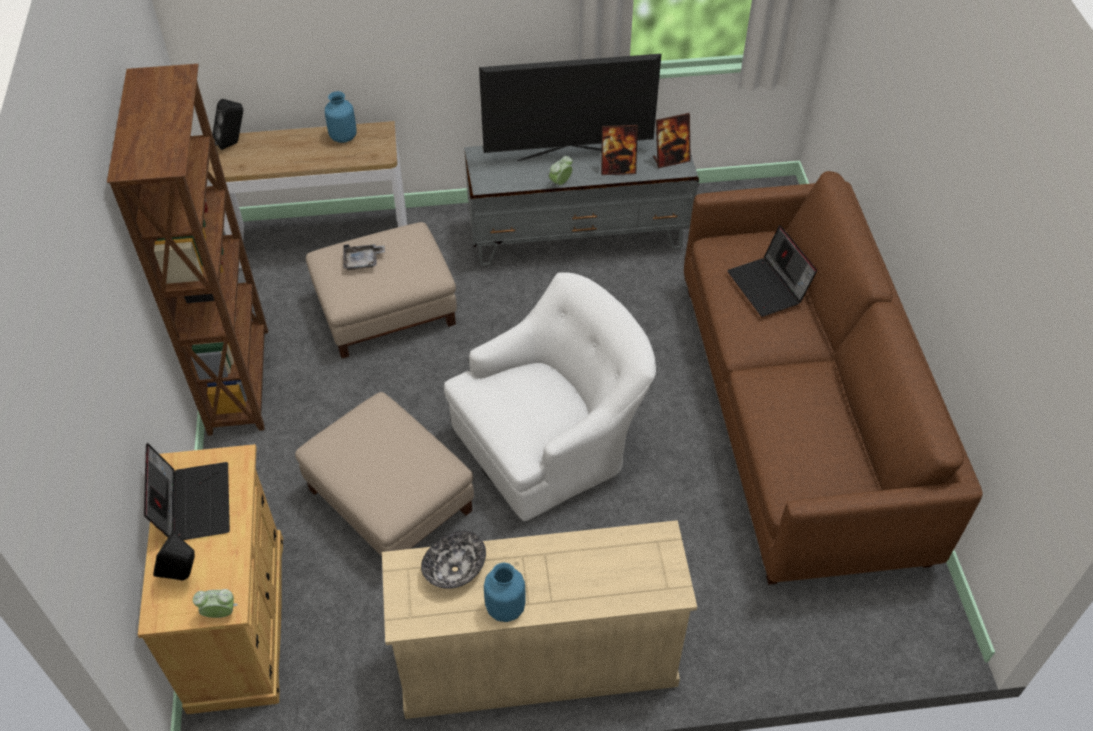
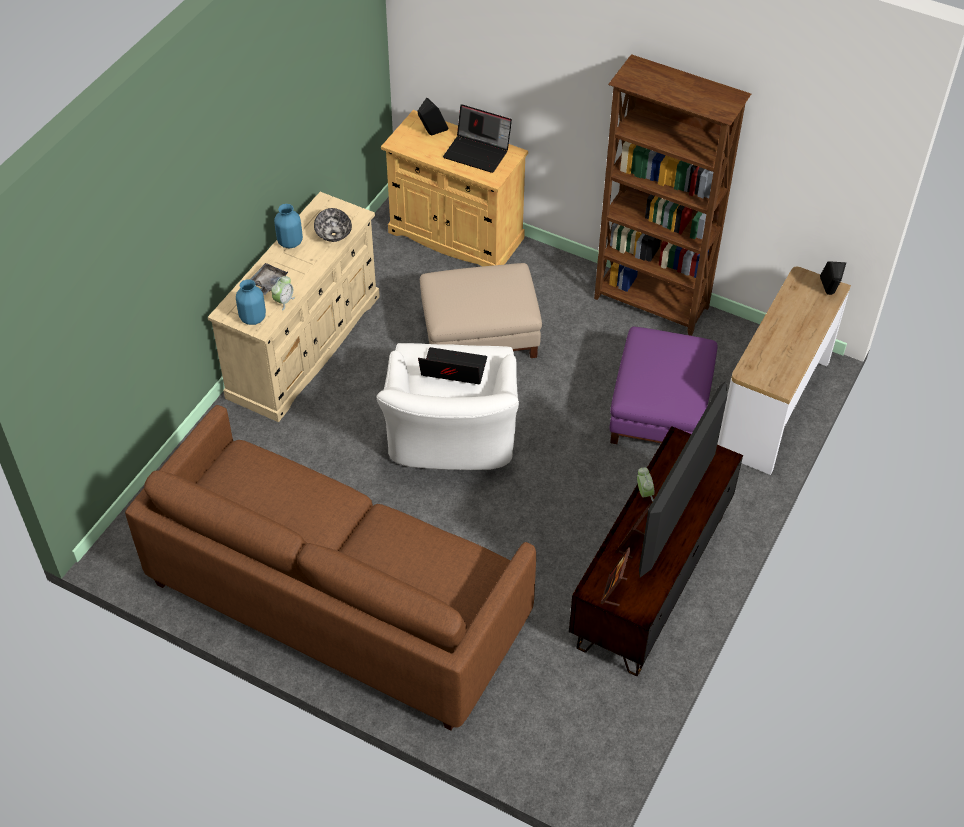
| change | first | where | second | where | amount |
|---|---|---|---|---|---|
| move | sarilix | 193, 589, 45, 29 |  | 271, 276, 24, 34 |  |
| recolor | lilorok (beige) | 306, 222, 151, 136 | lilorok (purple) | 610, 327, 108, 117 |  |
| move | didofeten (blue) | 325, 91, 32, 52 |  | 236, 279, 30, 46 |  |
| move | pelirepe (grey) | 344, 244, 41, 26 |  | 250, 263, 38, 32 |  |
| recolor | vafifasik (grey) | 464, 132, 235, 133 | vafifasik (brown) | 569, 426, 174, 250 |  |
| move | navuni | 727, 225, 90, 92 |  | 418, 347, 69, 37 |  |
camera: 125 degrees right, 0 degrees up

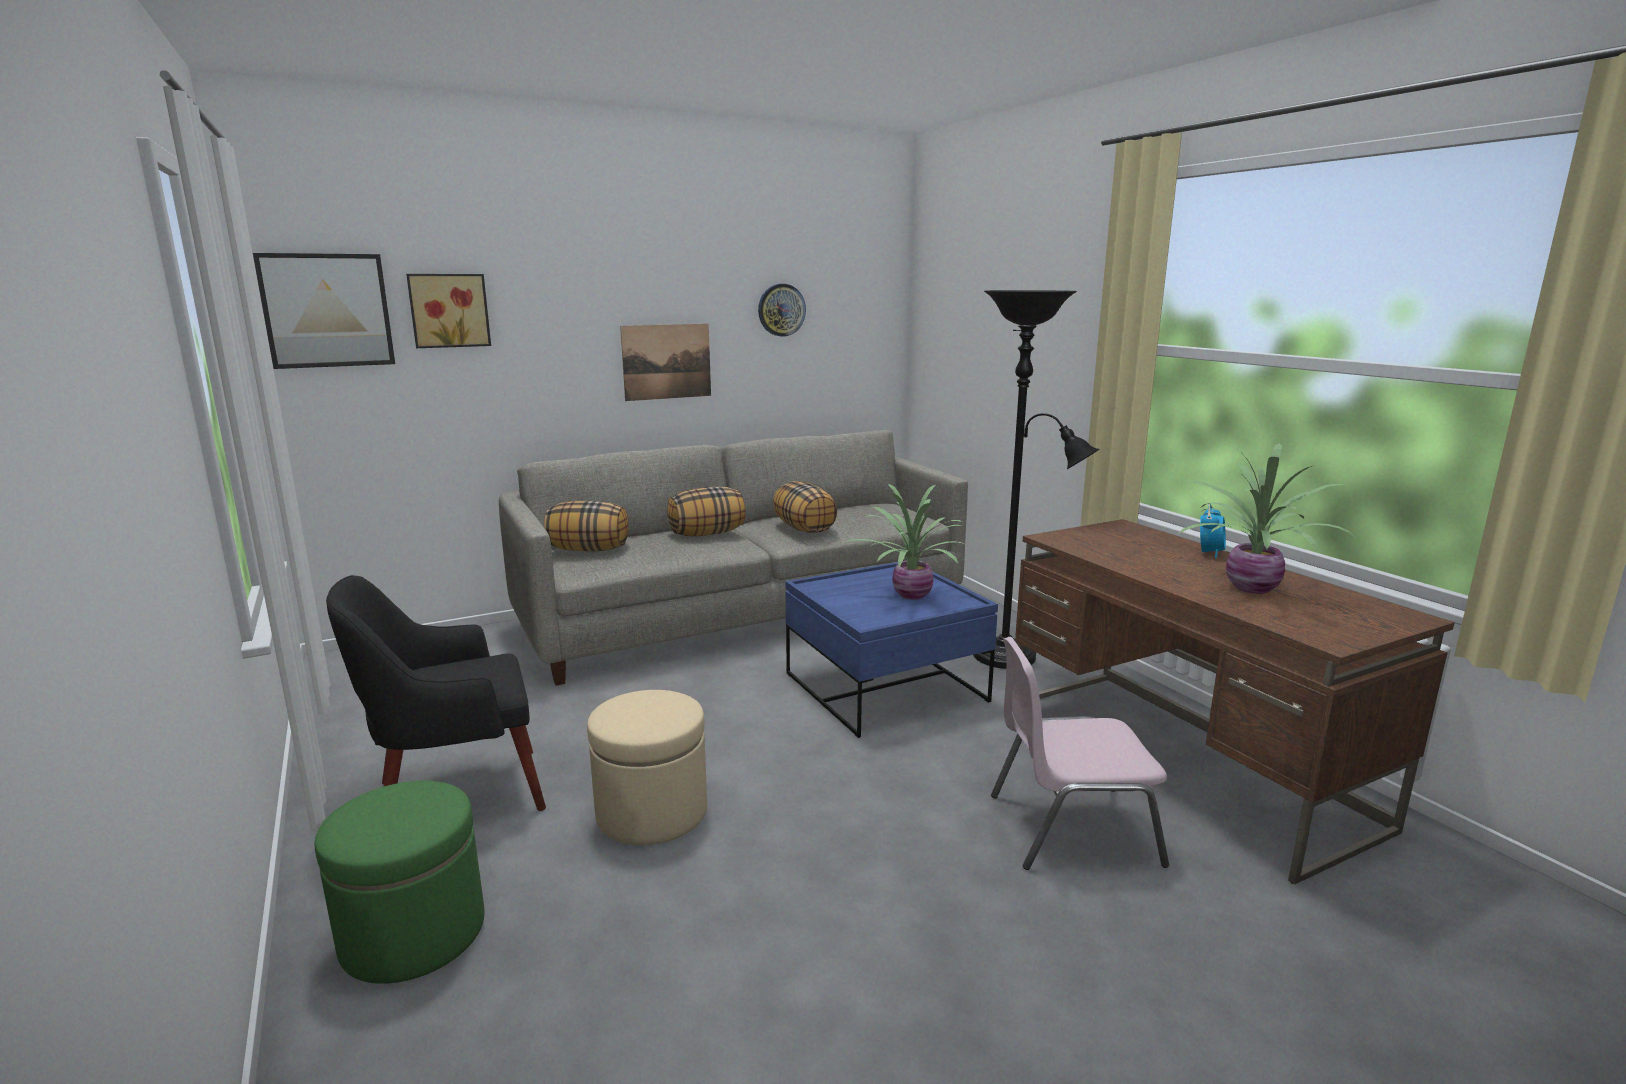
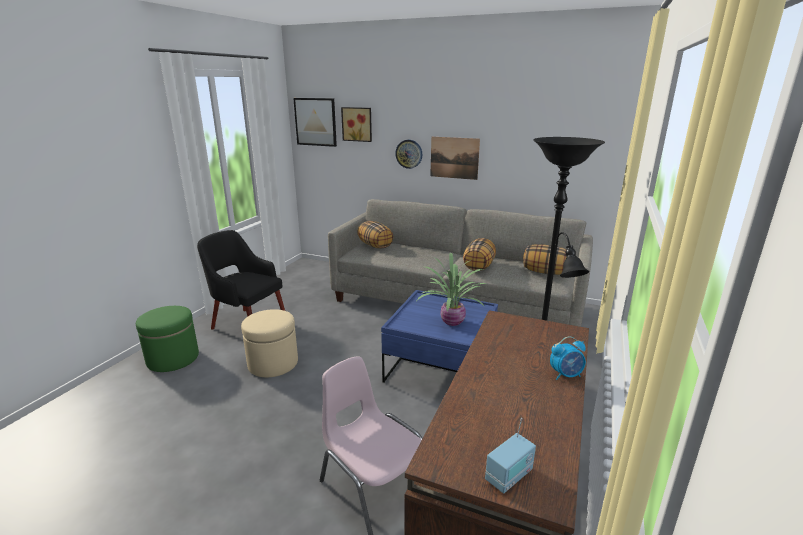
| change | first | where | second | where | amount |
|---|---|---|---|---|---|
| move | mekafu | 667, 487, 78, 49 |  | 523, 244, 44, 31 |  |
| move | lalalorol | 758, 284, 48, 53 |  | 395, 140, 27, 29 |  |
| delete | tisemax | 1178, 444, 178, 150 |  |  |  |
| insert |  |  | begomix | 485, 418, 51, 76 |  |
camera: 50 degrees right, 5 degrees up

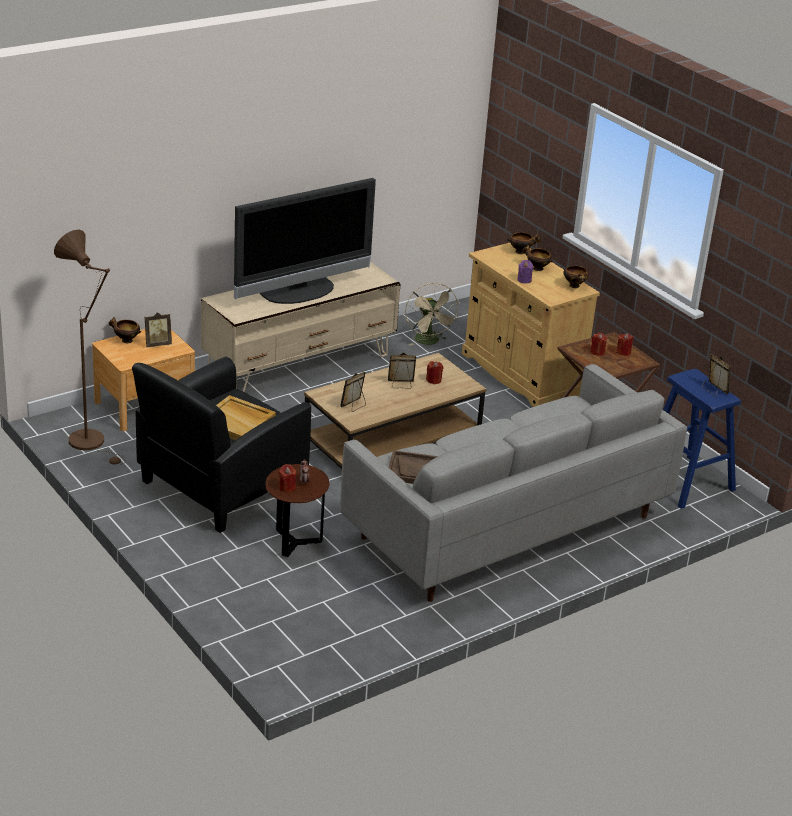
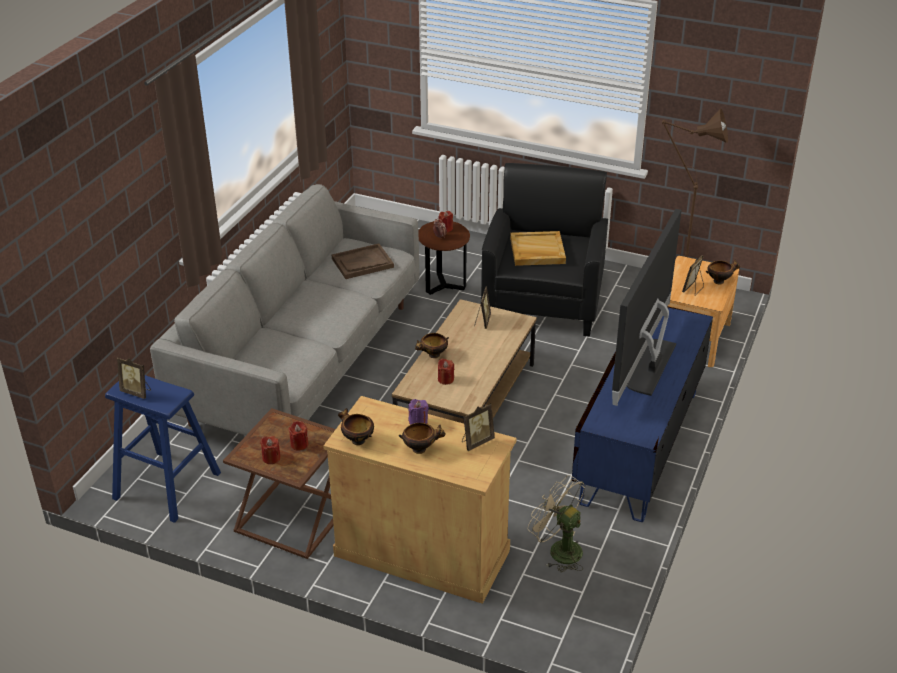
| change | first | where | second | where | amount |
|---|---|---|---|---|---|
| recolor | vafifasik (beige) | 201, 262, 199, 129 | vafifasik (blue) | 572, 306, 141, 216 |  |
| move | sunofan | 388, 352, 28, 37 |  | 462, 403, 33, 48 |  |
| move | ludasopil | 507, 232, 34, 22 |  | 415, 333, 34, 25 |  |
camera: 150 degrees right, 5 degrees up

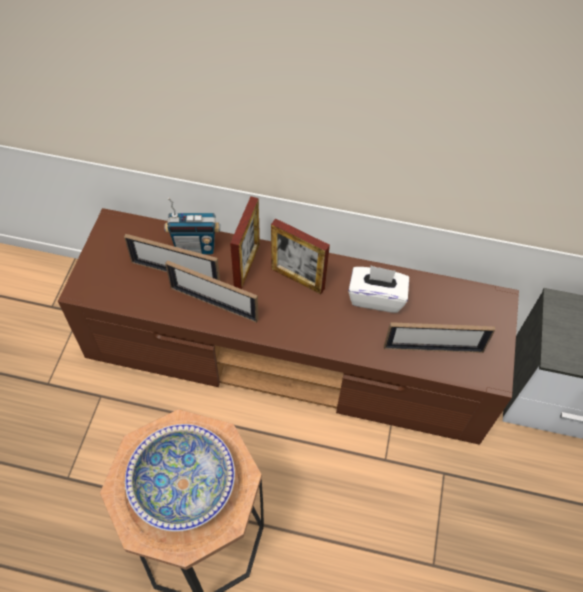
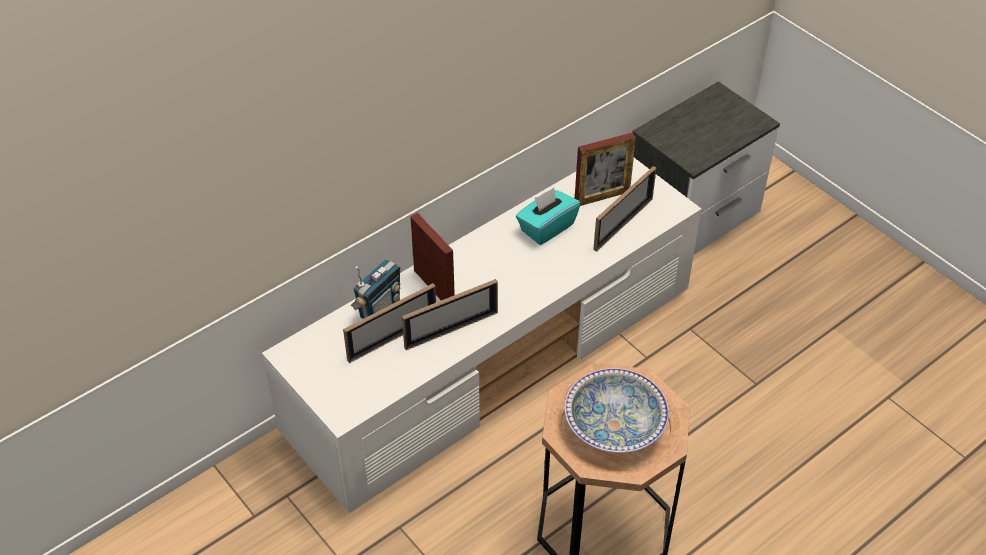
| change | first | where | second | where | amount |
|---|---|---|---|---|---|
| recolor | vafifasik (brown) | 58, 208, 461, 237 | vafifasik (white) | 262, 158, 439, 355 |  |
| move | sunofan | 271, 218, 59, 76 |  | 575, 133, 61, 73 |  |
| recolor | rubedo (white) | 348, 265, 61, 48 | rubedo (turquoise) | 516, 188, 64, 57 |  |
camera: 50 degrees left, 10 degrees down

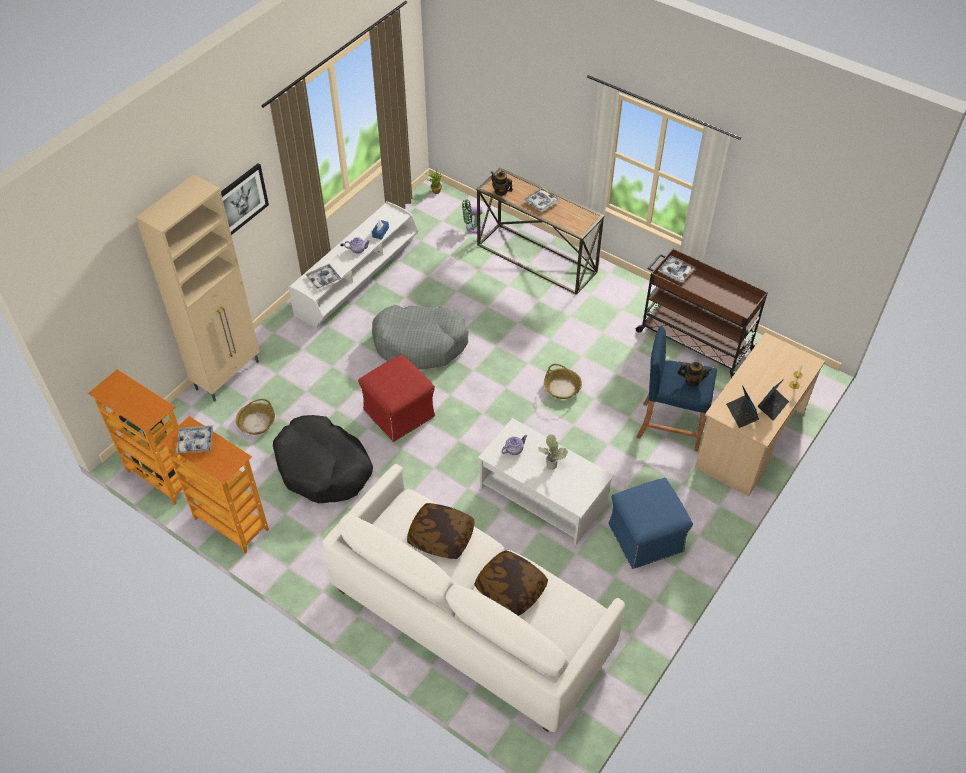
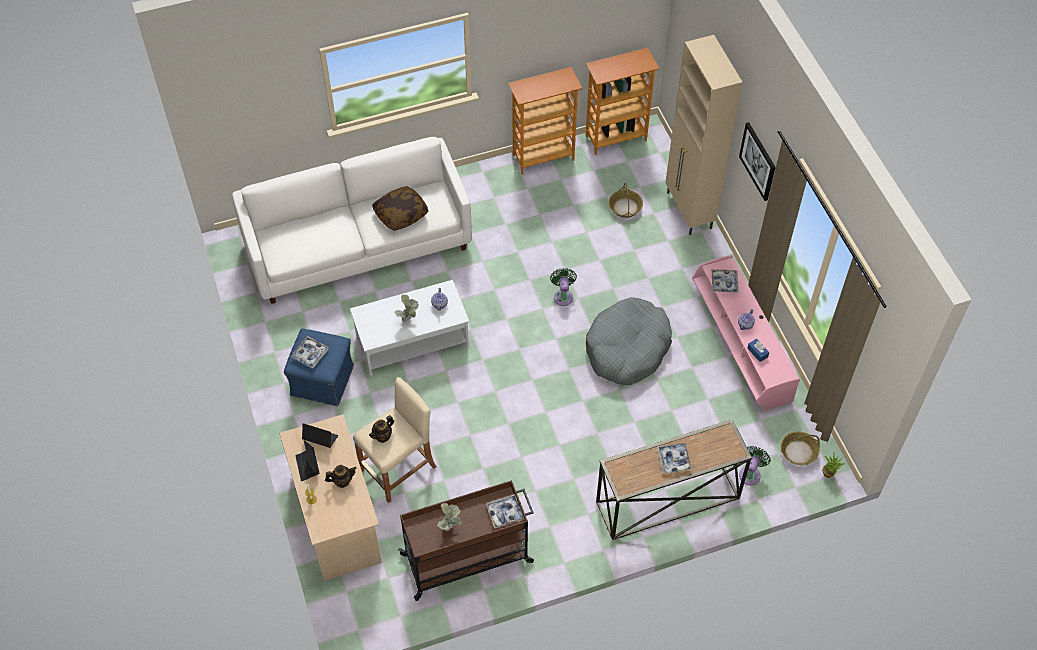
| change | first | where | second | where | amount |
|---|---|---|---|---|---|
| move | pelirepe | 176, 425, 37, 28 |  | 291, 336, 38, 33 |  |
| delete | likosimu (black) | 273, 415, 100, 88 |  |  |  |
| recolor | vafifasik (white) | 288, 201, 130, 127 | vafifasik (pink) | 692, 255, 108, 156 |  |
| replace | lilorok (red) | 358, 354, 77, 88 | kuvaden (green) | 550, 268, 27, 38 |  |
| delete | mekafu | 474, 550, 74, 66 |  |  |  |
| move | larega | 491, 171, 22, 25 |  | 325, 465, 32, 23 |  |
| move | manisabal | 544, 364, 38, 35 |  | 781, 431, 39, 34 |  |
| recolor | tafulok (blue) | 636, 326, 81, 126 | tafulok (beige) | 353, 377, 83, 126 |  |
| insert |  |  | tisemax | 437, 503, 24, 28 |  |
camera: 125 degrees right, 5 degrees up

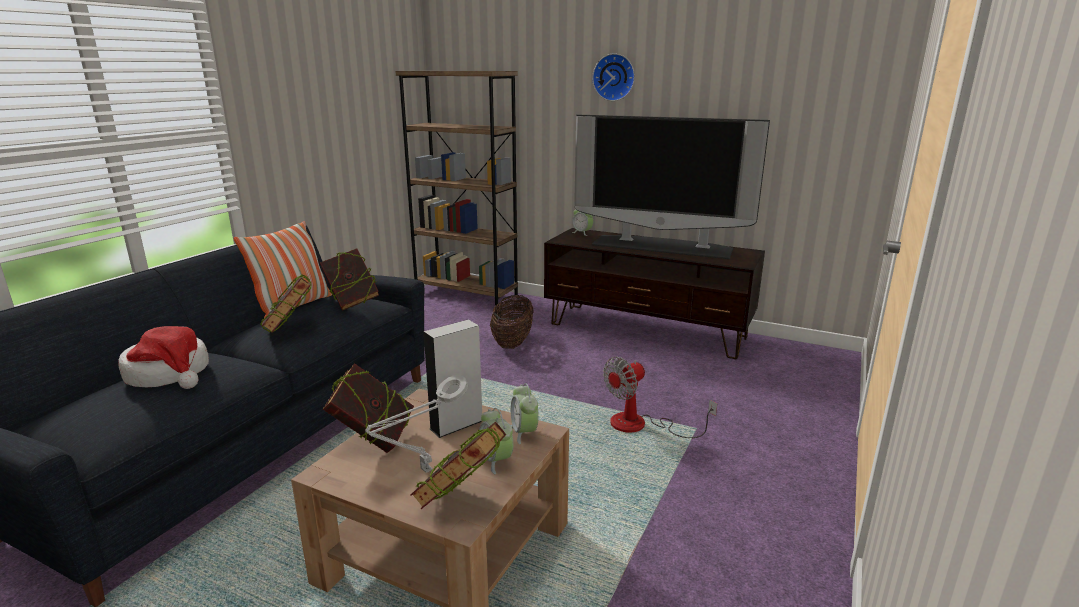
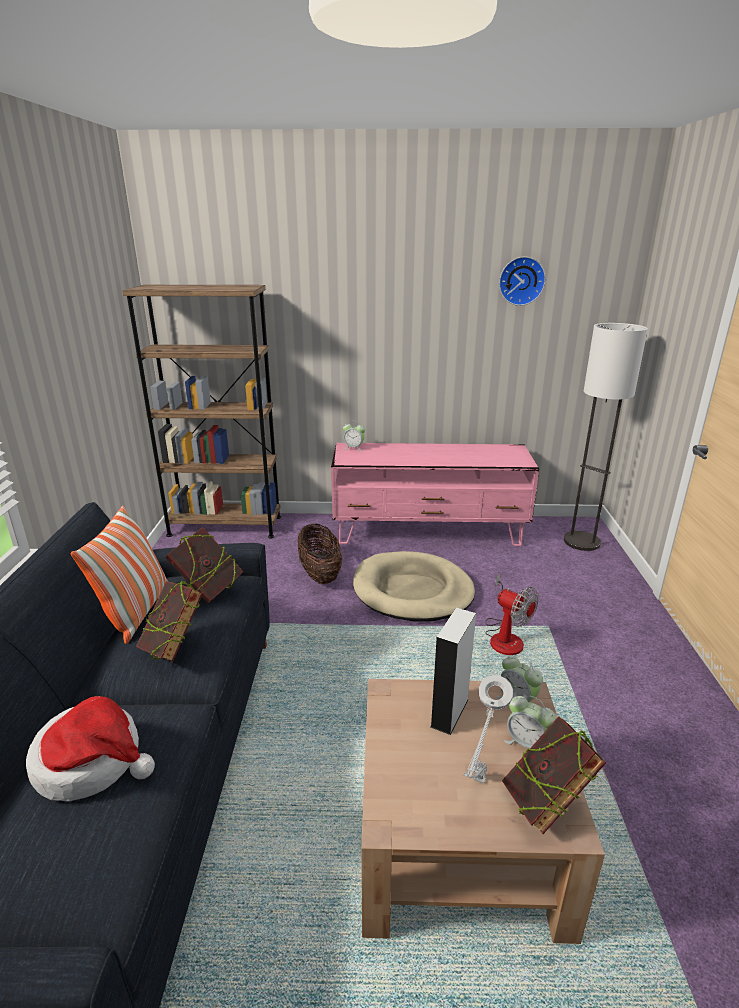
| change | first | where | second | where | amount |
|---|---|---|---|---|---|
| delete | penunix | 323, 363, 91, 90 |  |  |  |
| recolor | vafifasik (brown) | 544, 228, 221, 131 | vafifasik (pink) | 331, 443, 208, 103 |  |
| delete | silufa | 574, 115, 196, 144 |  |  |  |
| move | lalalorol | 592, 53, 43, 48 |  | 499, 257, 47, 49 |  |
| rotate | kuvaden | 603, 357, 114, 81 |  | 485, 574, 53, 81 | 75 degrees counterclockwise |
| insert |  |  | likosimu (beige) | 353, 551, 122, 71 |  |
| insert |  |  | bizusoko | 564, 323, 84, 228 |  |
camera: 25 degrees left, 5 degrees up

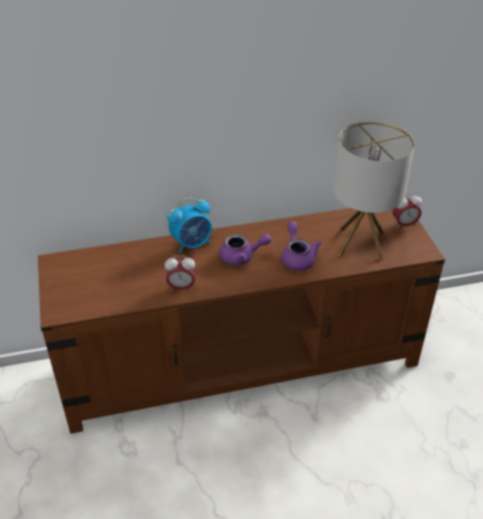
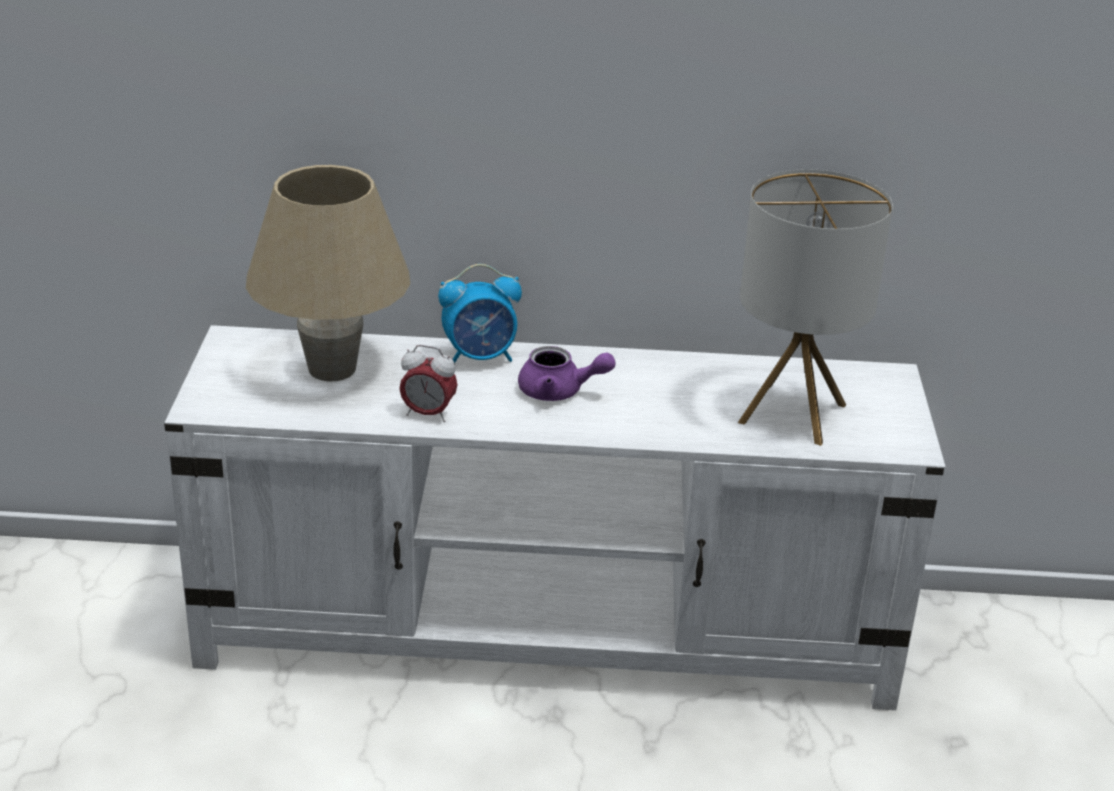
| change | first | where | second | where | amount |
|---|---|---|---|---|---|
| recolor | vafifasik (brown) | 38, 208, 407, 226 | vafifasik (white) | 164, 325, 782, 385 |  |
| delete | larega (purple) | 281, 221, 41, 50 |  |  |  |
| delete | sarilix | 392, 193, 30, 36 |  |  |  |
| insert |  |  | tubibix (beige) | 246, 165, 164, 216 |  |
camera: 15 degrees right, 10 degrees down

